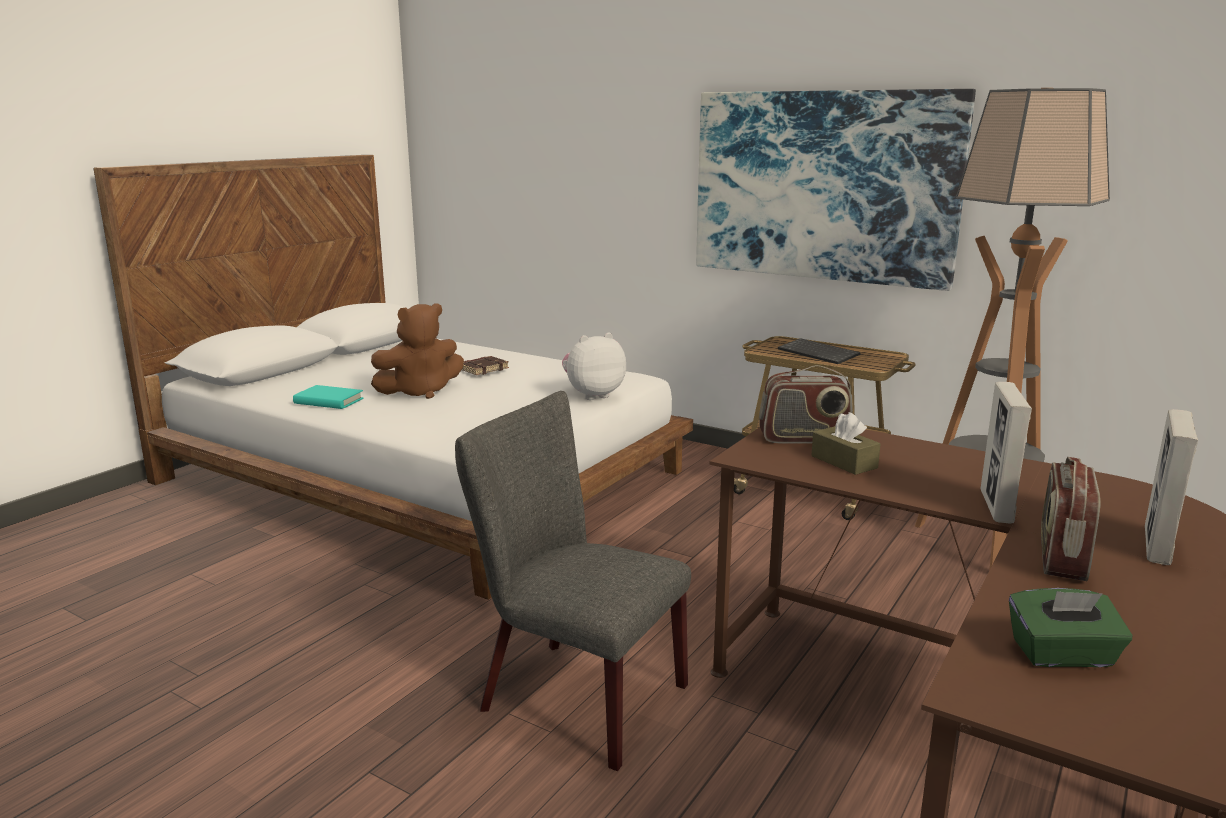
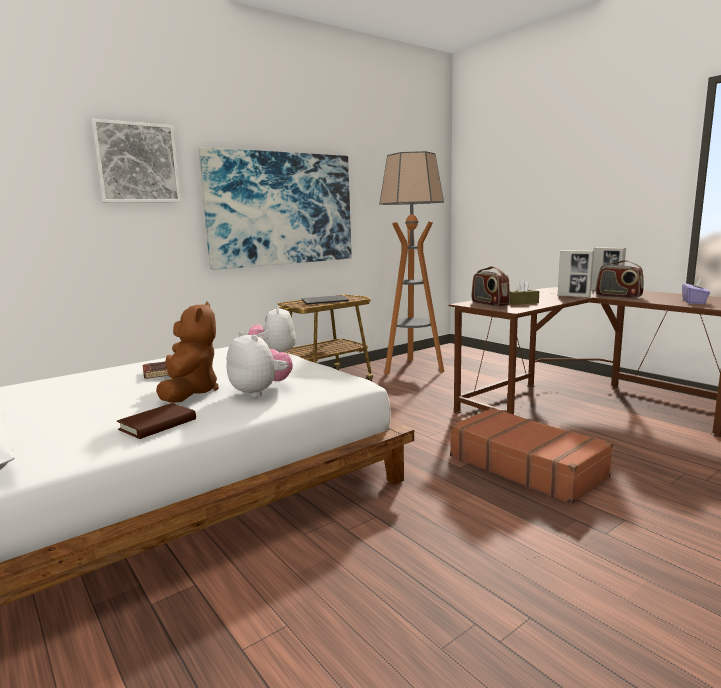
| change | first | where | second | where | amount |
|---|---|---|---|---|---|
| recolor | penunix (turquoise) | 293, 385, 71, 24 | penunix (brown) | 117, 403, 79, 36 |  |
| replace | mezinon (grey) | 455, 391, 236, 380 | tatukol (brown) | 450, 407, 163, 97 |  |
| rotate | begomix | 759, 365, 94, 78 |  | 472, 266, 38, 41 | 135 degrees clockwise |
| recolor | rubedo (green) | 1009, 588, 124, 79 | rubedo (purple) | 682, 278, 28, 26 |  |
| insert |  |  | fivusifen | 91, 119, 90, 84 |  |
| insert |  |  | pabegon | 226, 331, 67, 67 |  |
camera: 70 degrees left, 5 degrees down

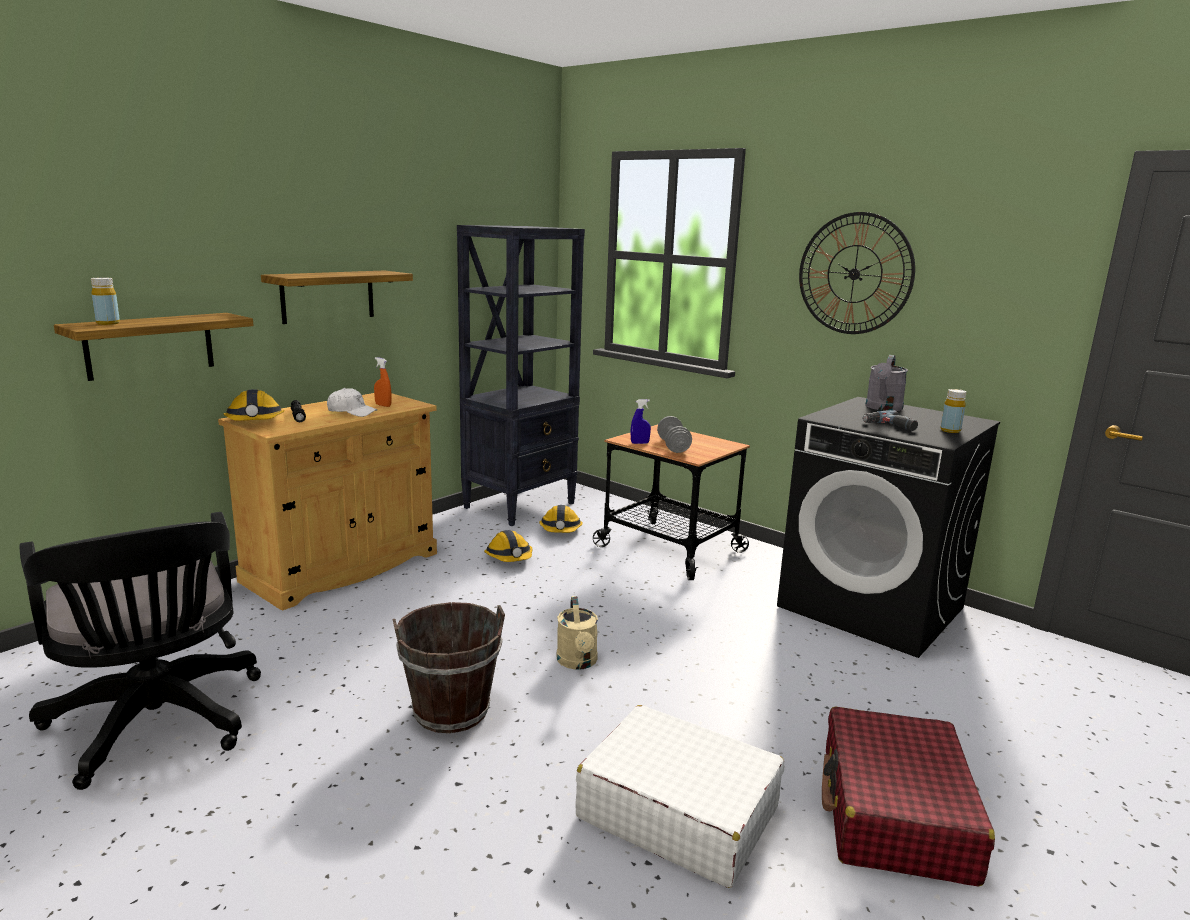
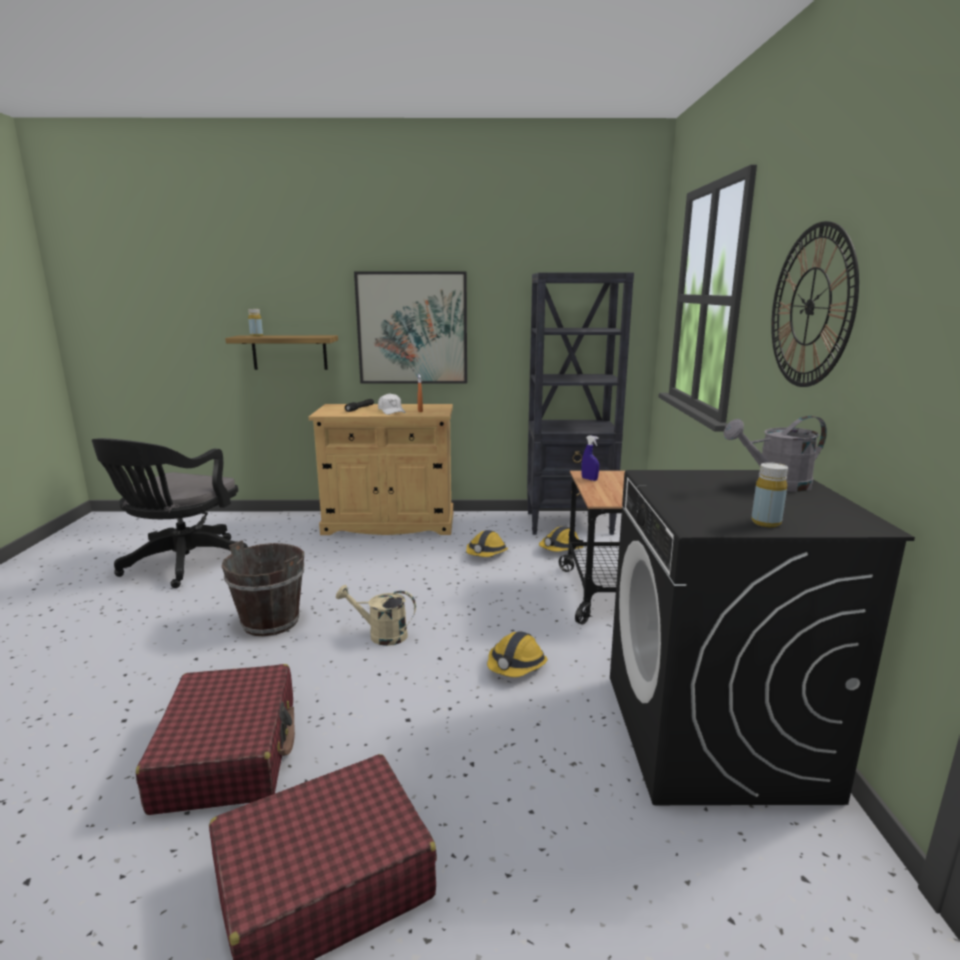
| change | first | where | second | where | amount |
|---|---|---|---|---|---|
| move | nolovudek | 223, 389, 62, 32 |  | 487, 631, 61, 46 |  |
| replace | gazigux | 261, 270, 152, 54 | fivusifen | 354, 272, 113, 112 |  |
| rotate | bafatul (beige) | 556, 596, 42, 74 |  | 336, 585, 80, 61 | 60 degrees clockwise |
| recolor | tatukol (white) | 575, 705, 209, 183 | tatukol (red) | 136, 664, 159, 151 |  |
| delete | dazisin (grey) | 657, 416, 35, 37 |  |  |  |
| delete | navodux | 862, 410, 56, 21 |  |  |  |
camera: 50 degrees right, 0 degrees up

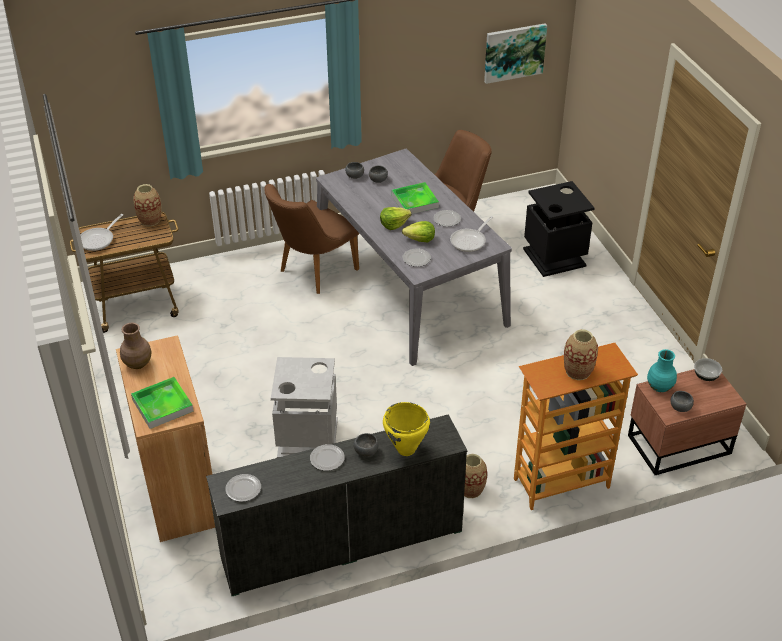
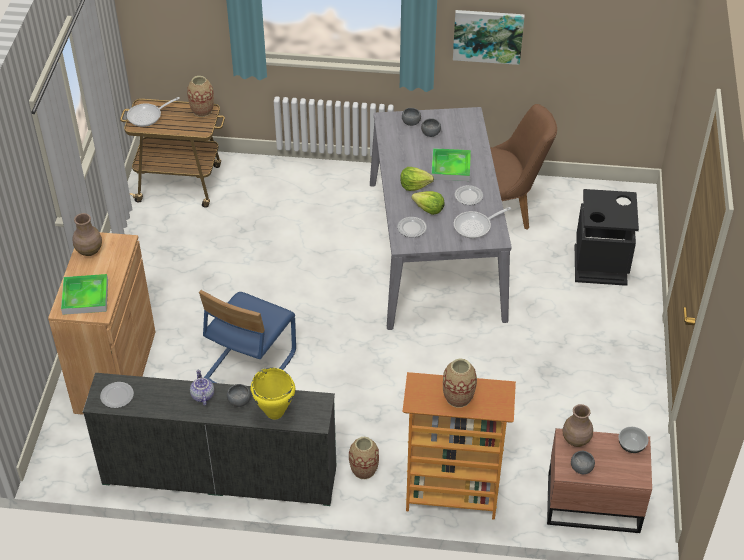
| change | first | where | second | where | amount |
|---|---|---|---|---|---|
| delete | mezinon (brown) | 264, 184, 95, 110 |  |  |  |
| replace | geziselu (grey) | 271, 357, 67, 101 | mezinon (blue) | 199, 290, 97, 93 |  |
| replace | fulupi | 310, 444, 35, 27 | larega | 190, 370, 24, 36 |  |
| move | fivusifen | 484, 23, 63, 61 |  | 453, 10, 72, 55 |  |
| recolor | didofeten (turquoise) | 647, 349, 30, 43 | didofeten (brown) | 562, 404, 31, 43 |  |
camera: 25 degrees right, 5 degrees up

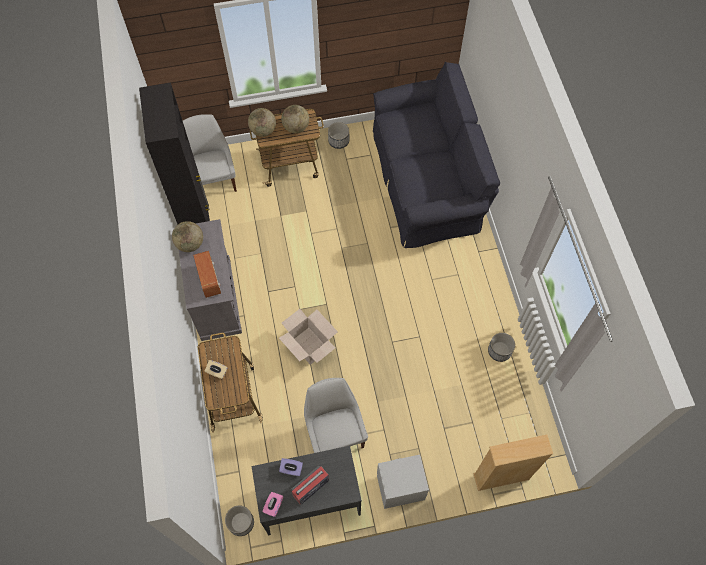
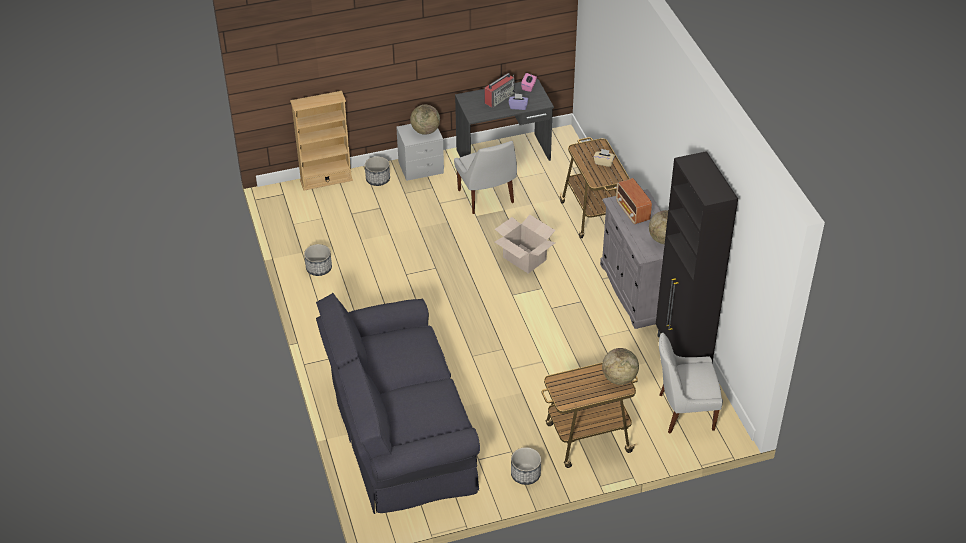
| change | first | where | second | where | amount |
|---|---|---|---|---|---|
| rotate | mezinon (white) | 183, 114, 54, 78 |  | 659, 333, 64, 101 | 105 degrees clockwise |
| move | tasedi | 225, 506, 29, 30 |  | 365, 156, 25, 30 |  |
| move | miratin | 281, 105, 28, 28 |  | 410, 105, 30, 30 |  |
camera: 175 degrees right, 20 degrees down

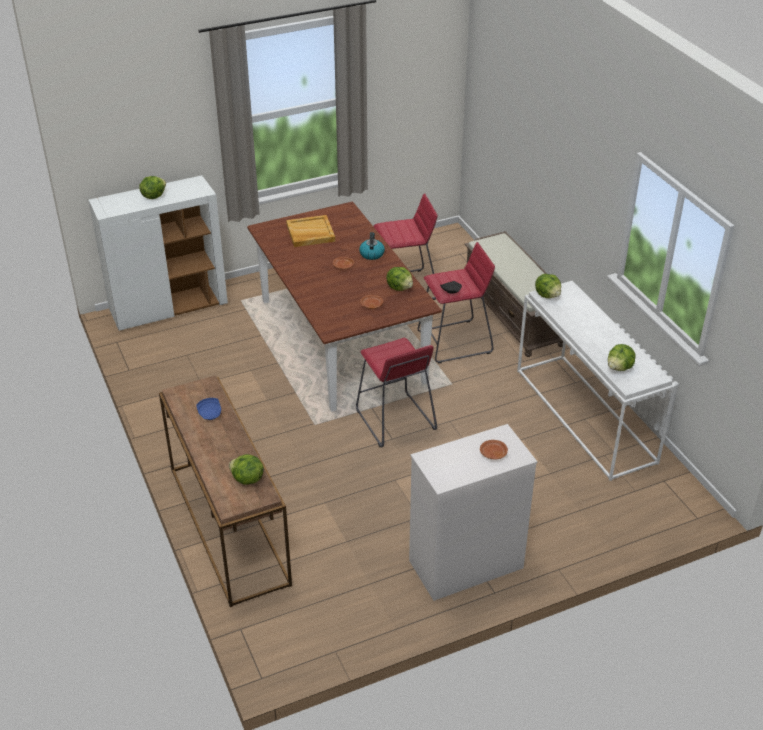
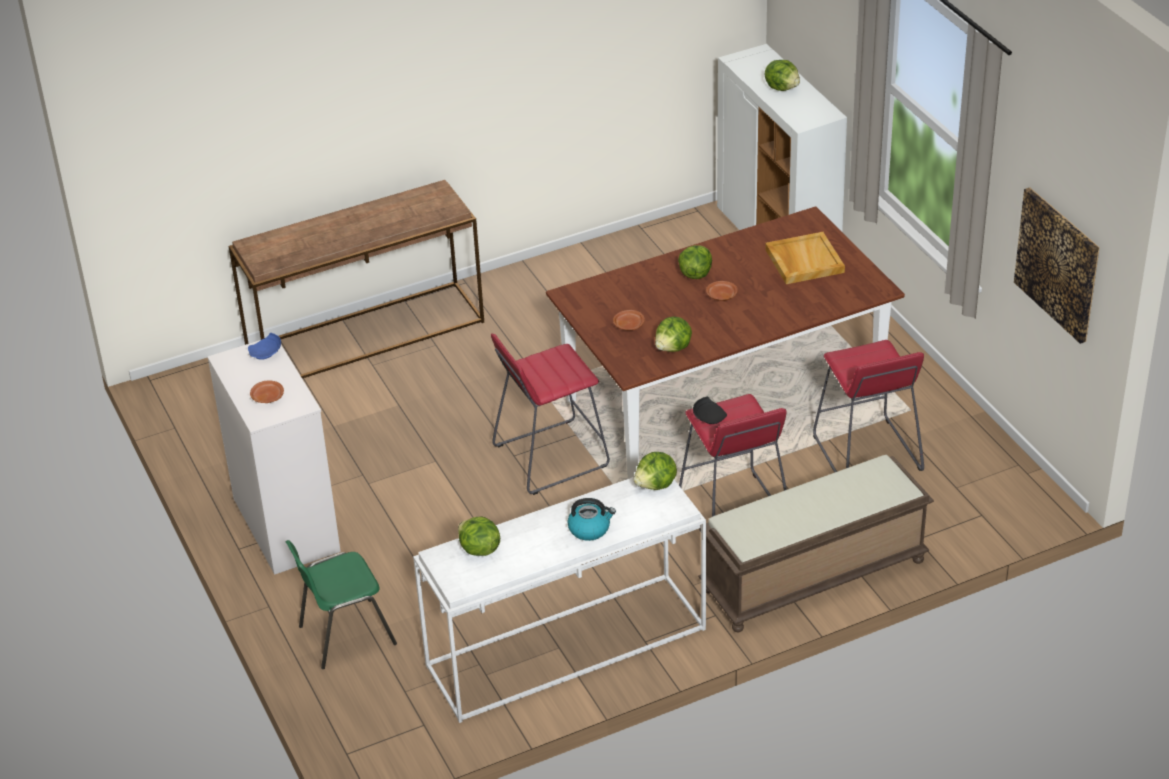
| change | first | where | second | where | amount |
|---|---|---|---|---|---|
| move | fulupi (blue) | 196, 398, 25, 22 |  | 248, 333, 33, 27 |  |
| move | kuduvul | 229, 454, 35, 31 |  | 678, 245, 34, 34 |  |
| move | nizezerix | 359, 232, 26, 28 |  | 567, 498, 49, 43 |  |
| insert |  |  | mezinon (green) | 286, 540, 111, 129 |  |
| insert |  |  | fivusifen | 1014, 187, 86, 157 |  |
camera: 90 degrees right, 0 degrees up

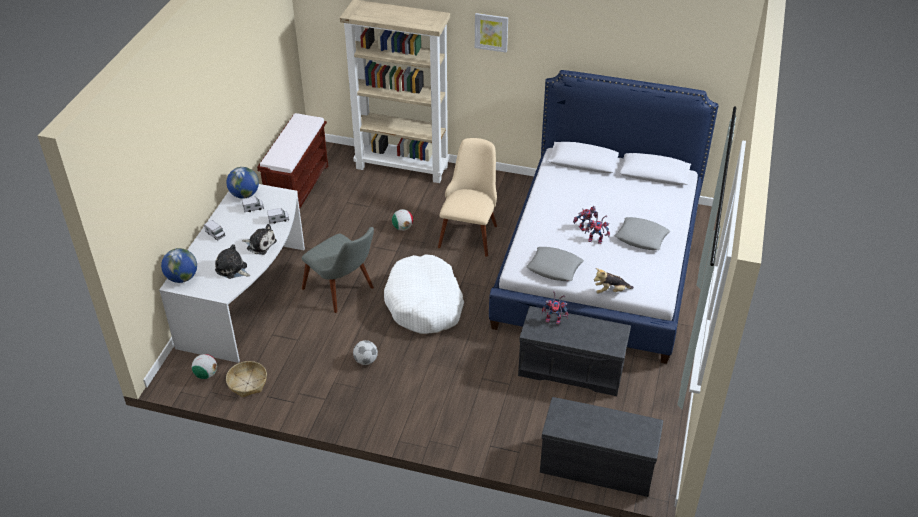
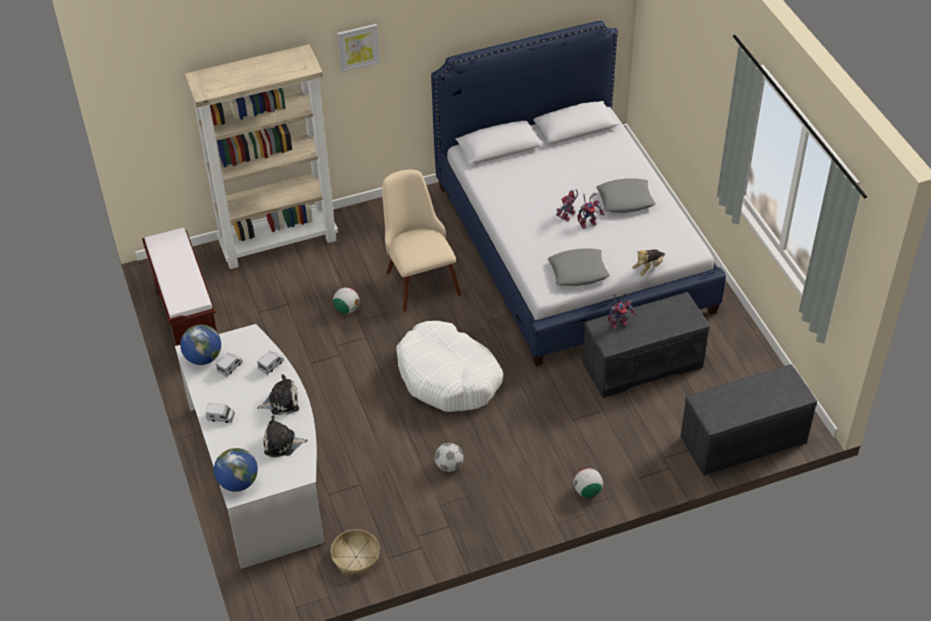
| change | first | where | second | where | amount |
|---|---|---|---|---|---|
| move | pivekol | 192, 354, 25, 25 |  | 574, 468, 29, 30 |  |
| delete | mezinon (grey) | 302, 227, 72, 86 |  |  |  |
camera: 35 degrees left, 5 degrees up

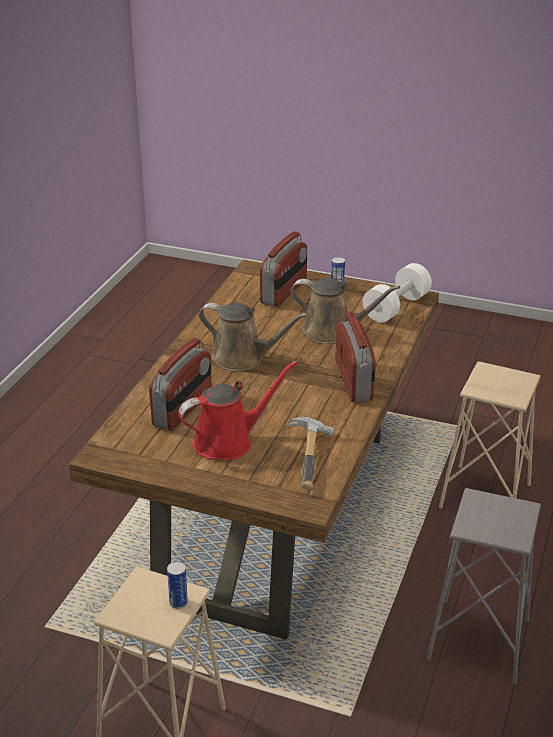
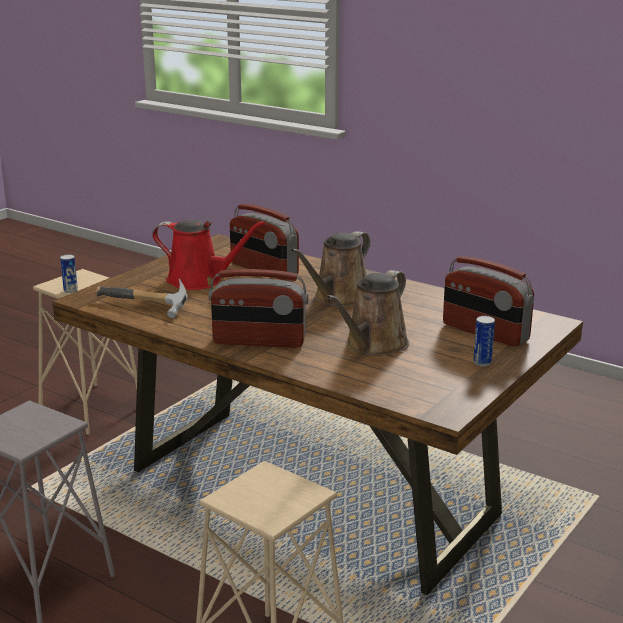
| change | first | where | second | where | amount |
|---|---|---|---|---|---|
| rotate | bafatul (red) | 178, 361, 119, 99 |  | 152, 220, 113, 70 | 60 degrees counterclockwise |
| delete | dazisin (white) | 363, 263, 69, 60 |  |  |  |
camera: 105 degrees right, 10 degrees down

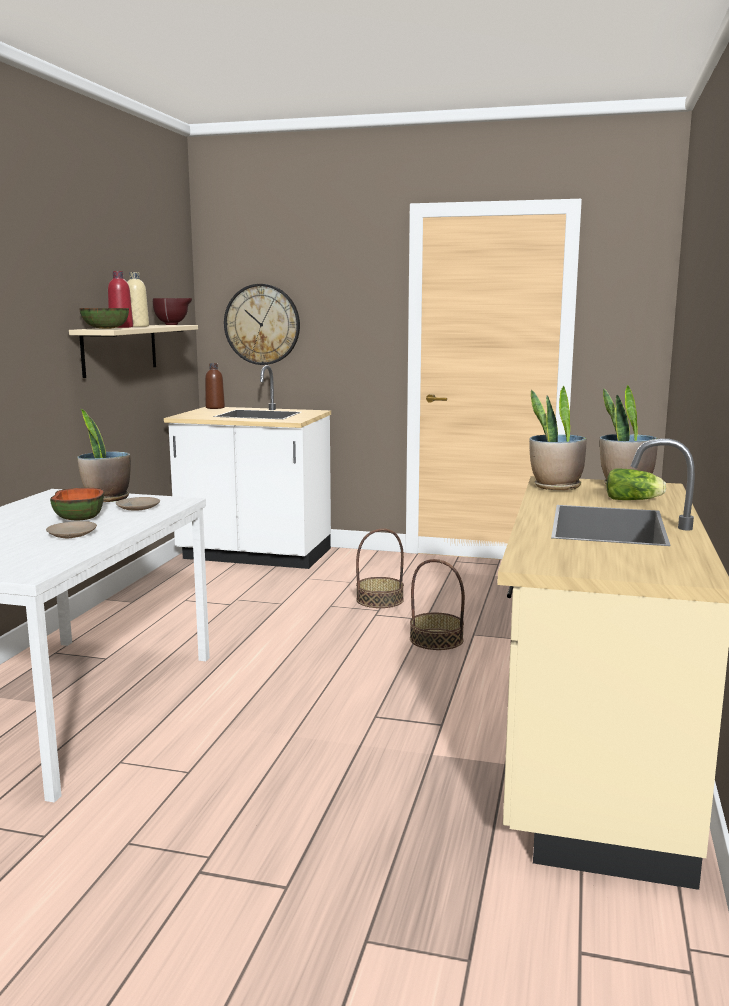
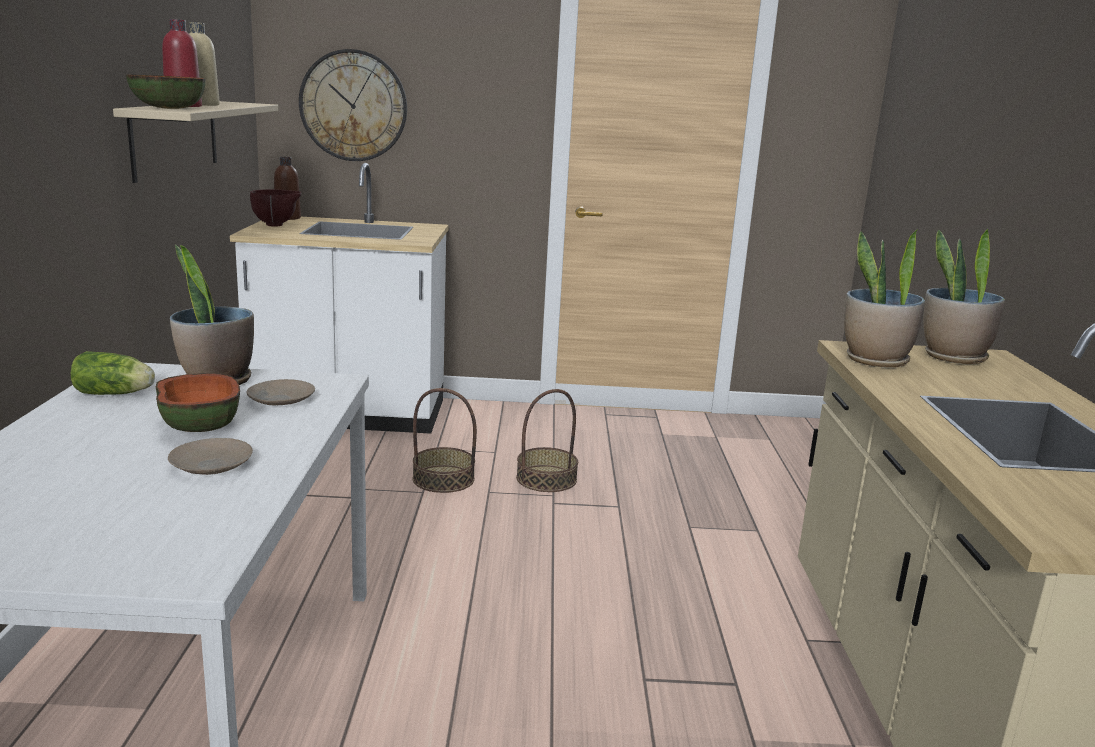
| change | first | where | second | where | amount |
|---|---|---|---|---|---|
| move | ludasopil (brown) | 153, 298, 39, 27 |  | 250, 189, 52, 38 |  |
| move | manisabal | 410, 559, 55, 91 |  | 413, 388, 64, 105 |  |
| move | kuduvul | 606, 468, 60, 32 |  | 71, 351, 84, 44 |  |
camera: 15 degrees left, 5 degrees up

